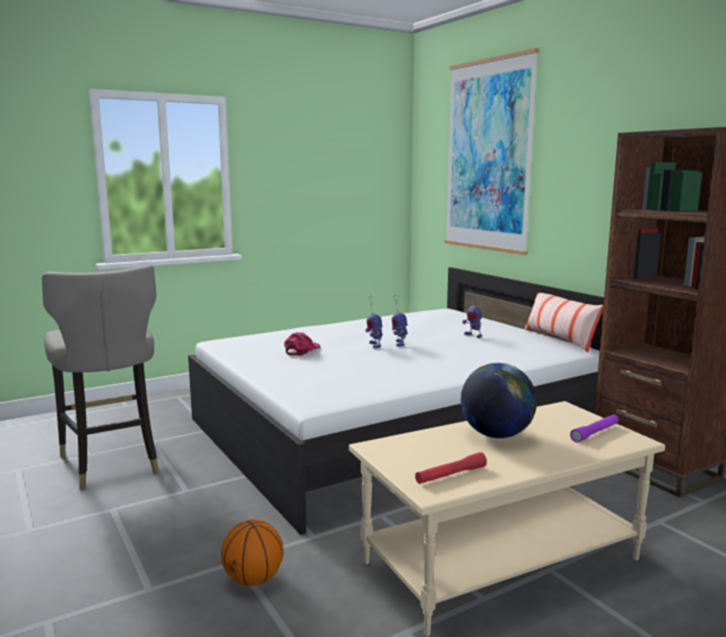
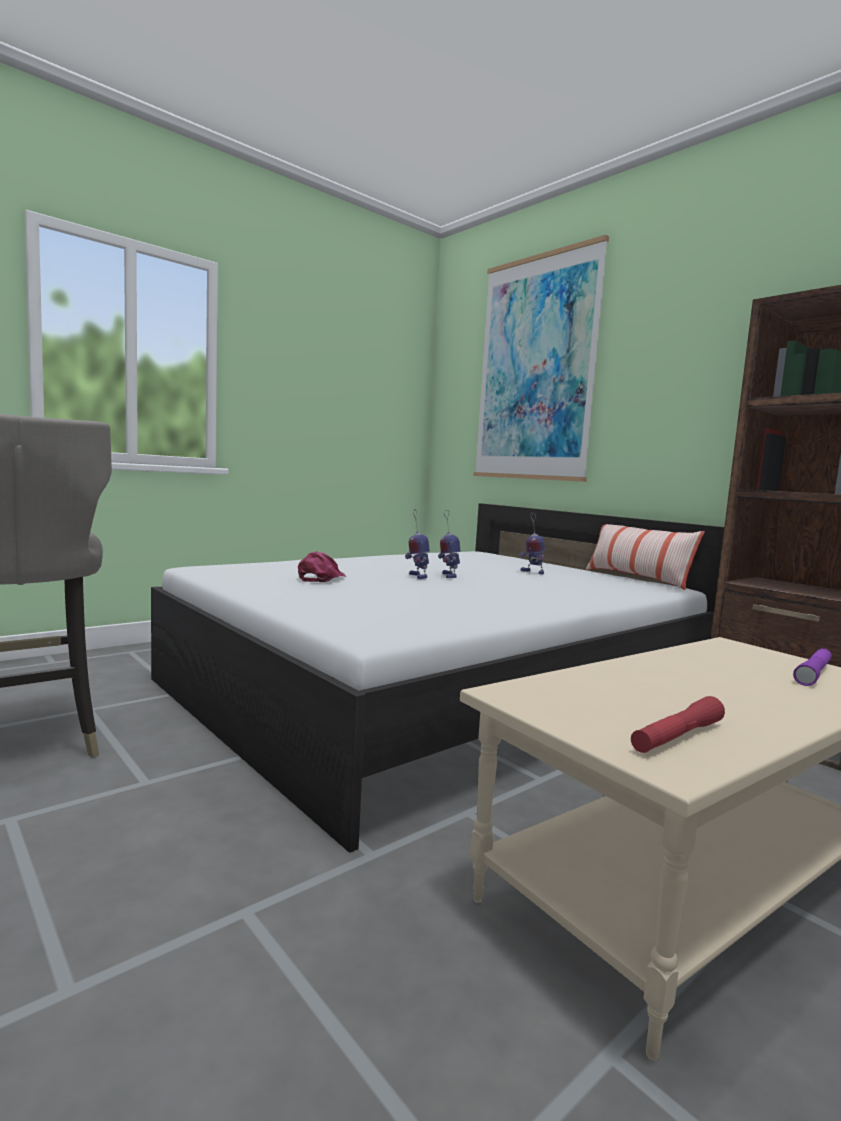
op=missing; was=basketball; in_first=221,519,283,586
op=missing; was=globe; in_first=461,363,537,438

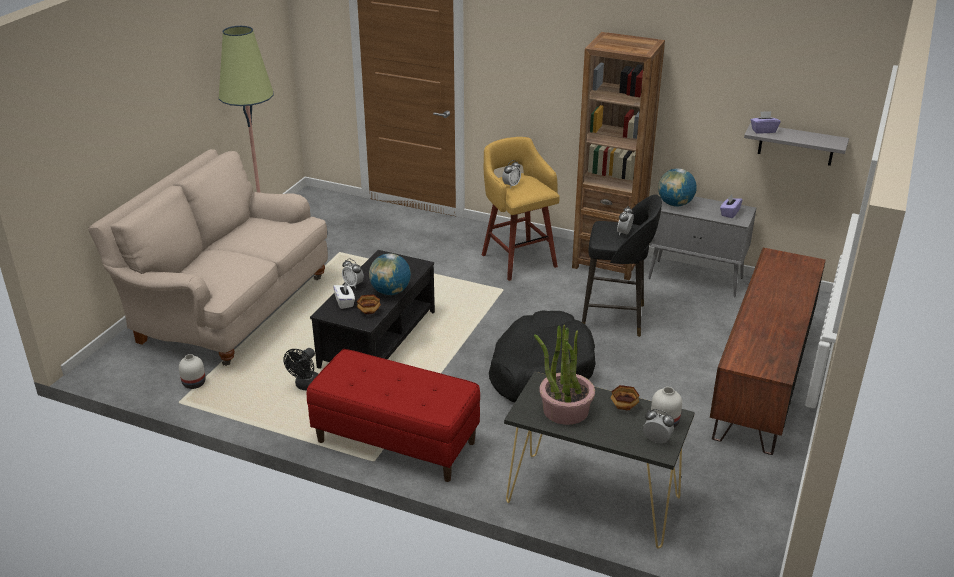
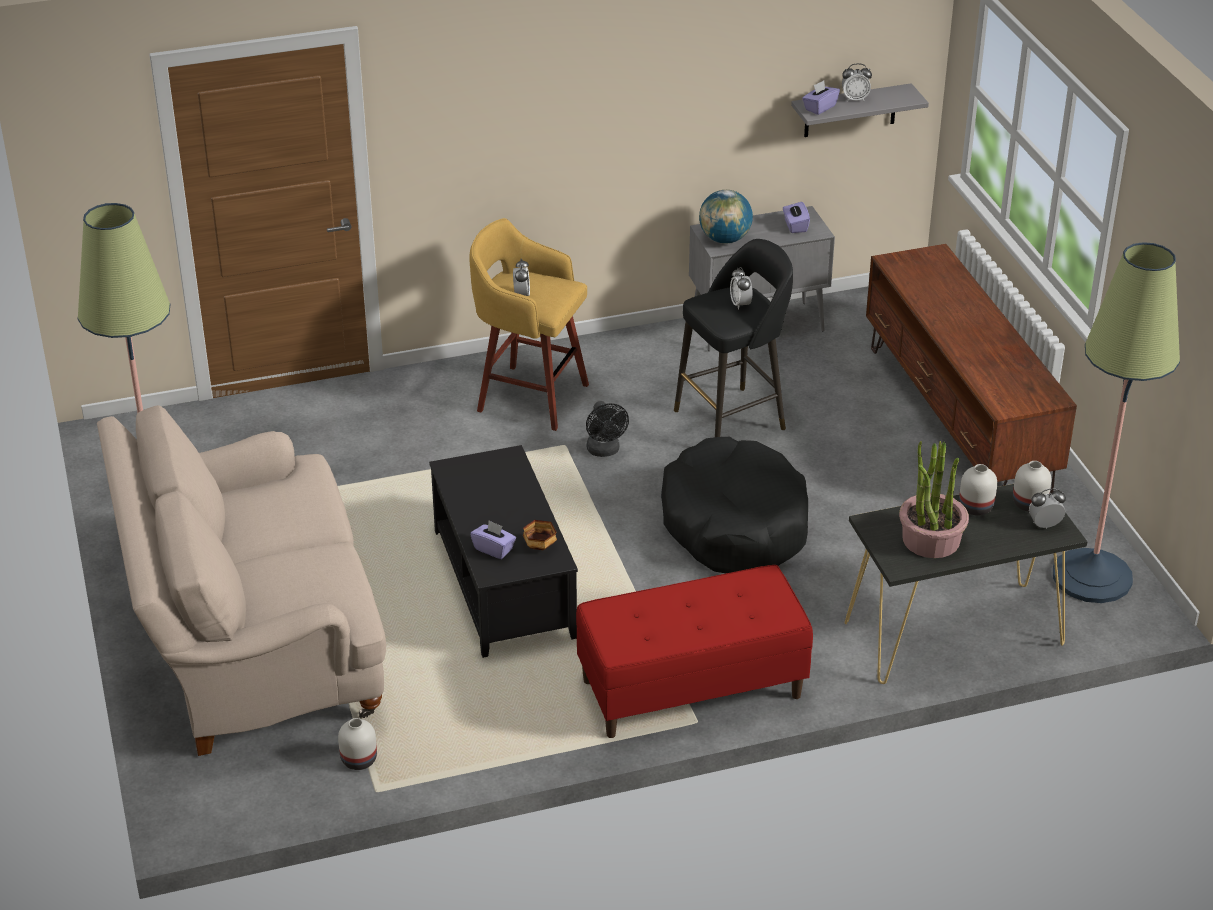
op=colour; was=white tissue holder; now=purple tissue holder; in_first=333,282,355,309; in_second=470,520,516,559
op=relocated; was=blackish cooling fan; in_first=284,348,318,390; in_second=586,401,629,457
op=relocated; was=alarm clock; in_first=342,258,364,289; in_second=842,63,872,102
op=exchanged; was=serving bowl; now=white vase; in_first=610,385,640,410; in_second=959,464,997,516
op=appeared; now=floor lamp; in_second=1053,242,1180,603
op=missing; was=globe; in_first=369,253,411,295
op=missing; was=brownish shelving unit; in_first=572,32,665,280

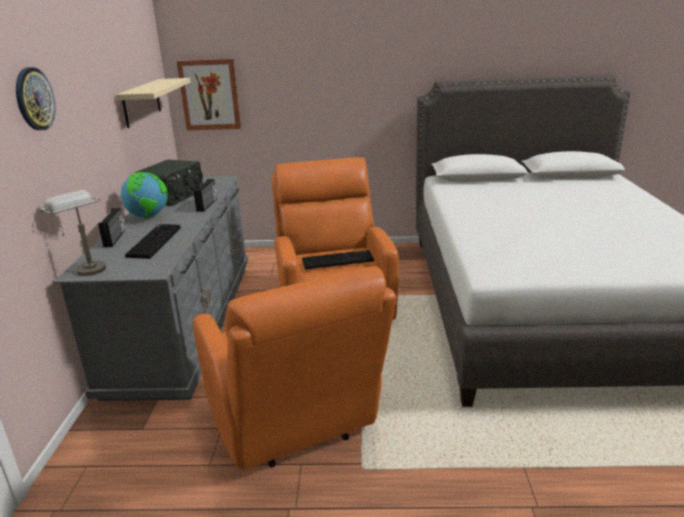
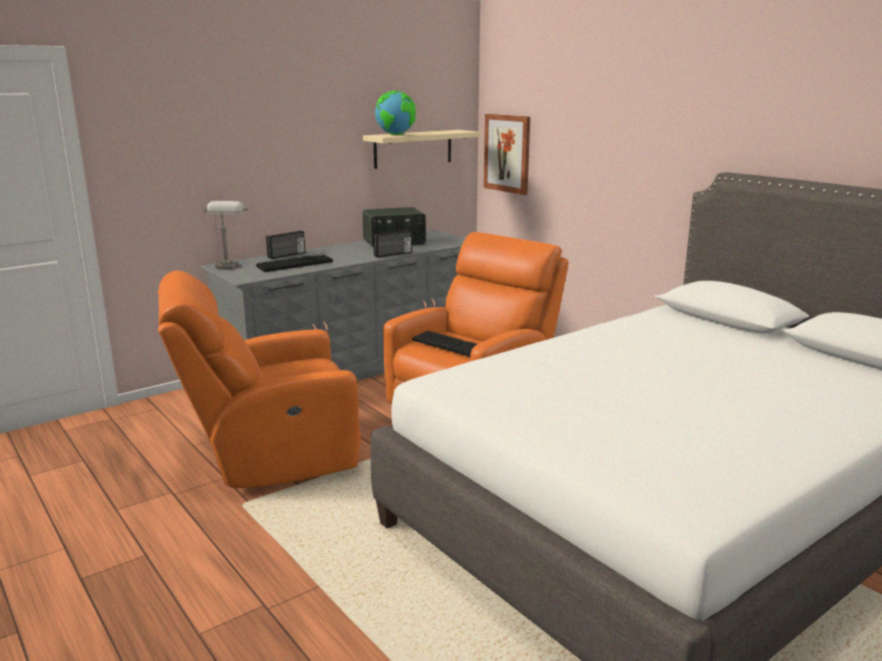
op=spun; was=orangey armchair; in_first=193,266,396,470; in_second=158,270,361,488; clockwise=45
op=relocated; was=globe; in_first=121,172,168,218; in_second=375,91,416,135
op=missing; was=hanging clock; in_first=16,67,56,130

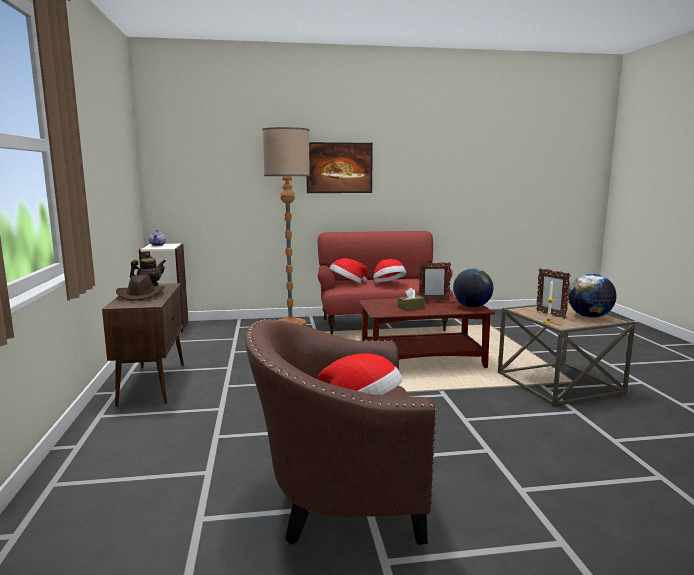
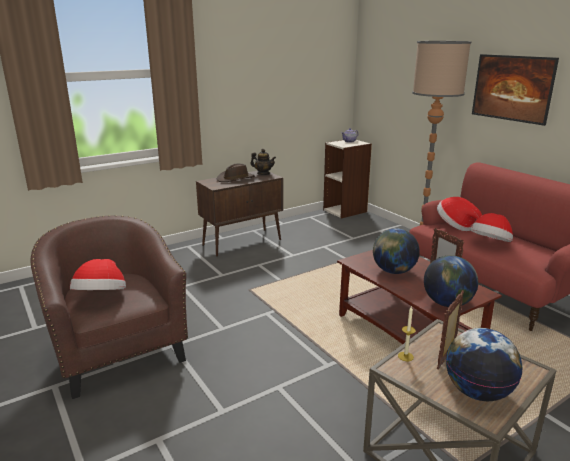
op=exchanged; was=brownish tissue holder; now=globe; in_first=398,288,425,311; in_second=373,228,420,274

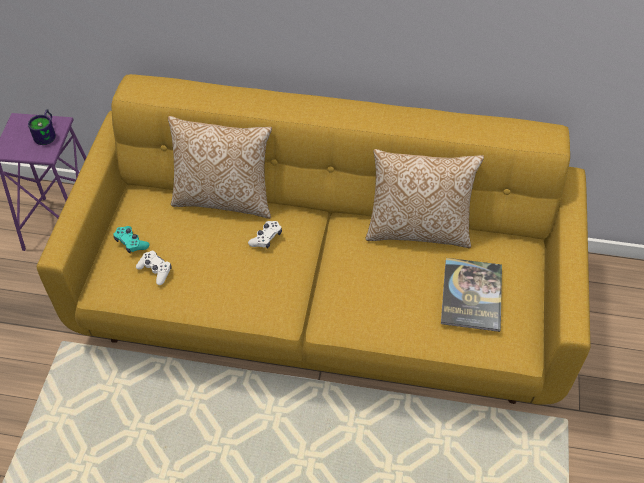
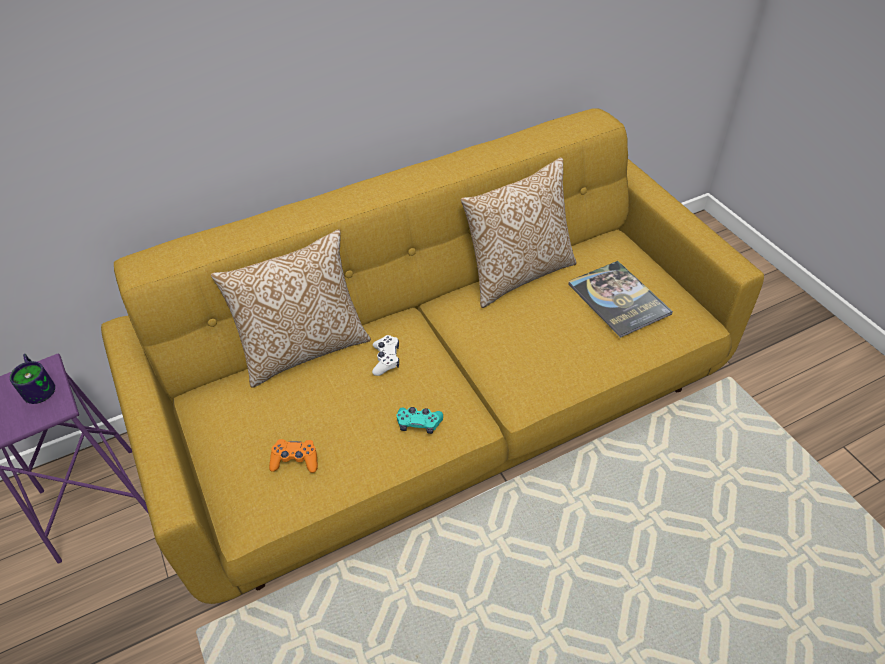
op=colour; was=white game controller; now=orangey game controller; in_first=136,250,171,285; in_second=269,439,318,473
op=relocated; was=turquoise-coloured game controller; in_first=113,226,150,253; in_second=397,407,443,434

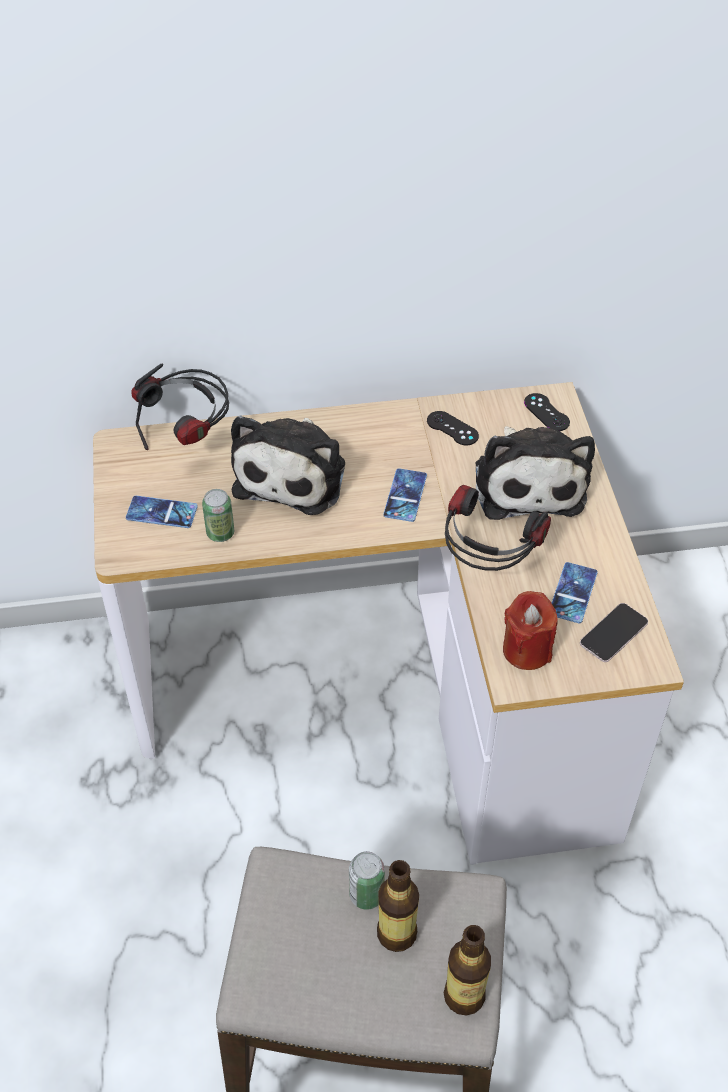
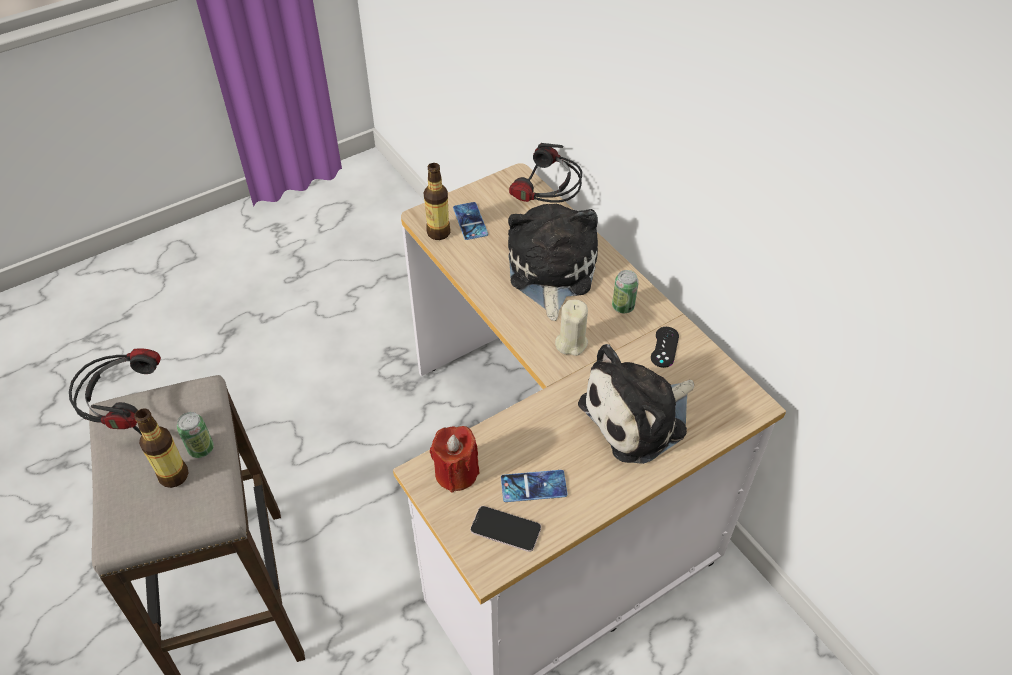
op=relocated; was=headphones; in_first=445,485,551,571; in_second=69,348,161,435
op=relocated; was=drink bottle; in_first=444,925,491,1016; in_second=424,163,450,240
op=spun; was=cuddly toy; in_first=231,415,345,515; in_second=508,204,598,321; clockwise=105
op=exchanged; was=telephone; now=sand-coloured wax candle; in_first=383,468,427,522; in_second=555,300,588,356
op=relocated; was=can; in_first=202,489,234,542; in_second=612,270,639,313
op=missing; was=blackish game controller; in_first=524,393,570,431

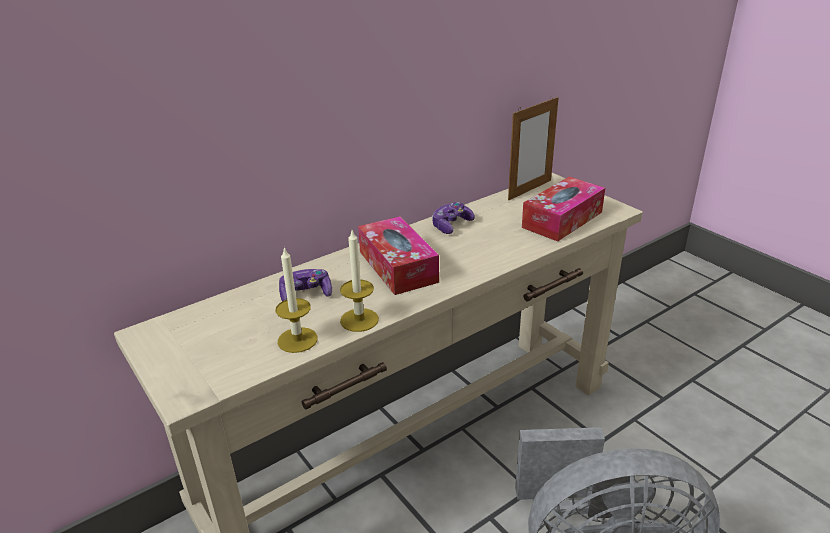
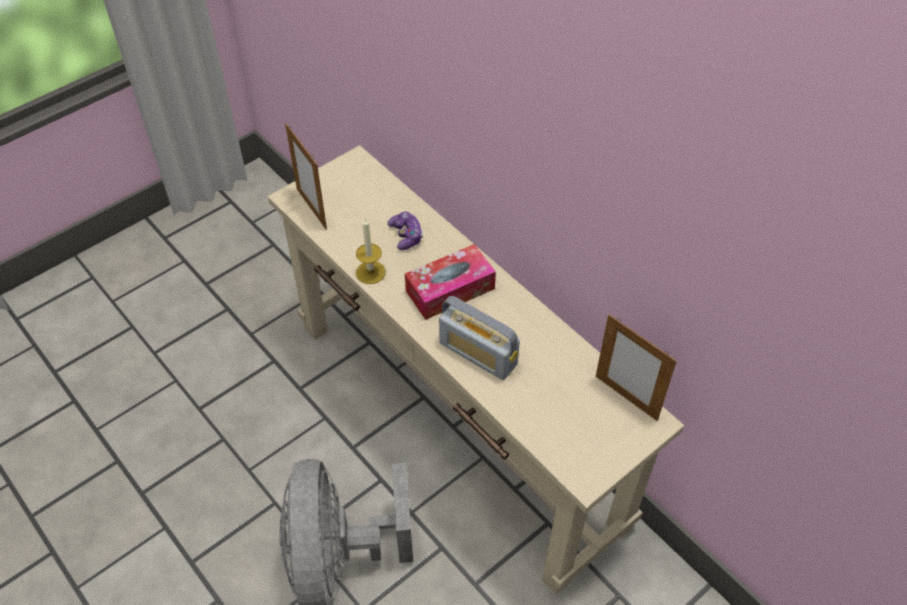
op=appeared; now=standing frame; in_second=285,123,327,230
op=appeared; now=radio; in_second=439,296,520,380
op=missing; was=wax candle; in_first=275,247,318,353
op=missing; was=game controller; in_first=432,202,475,234
op=missing; was=tissue holder; in_first=522,177,605,242

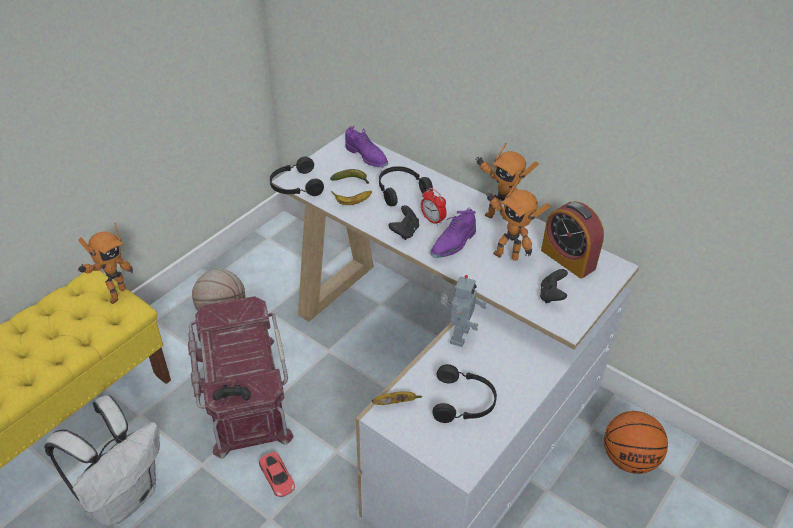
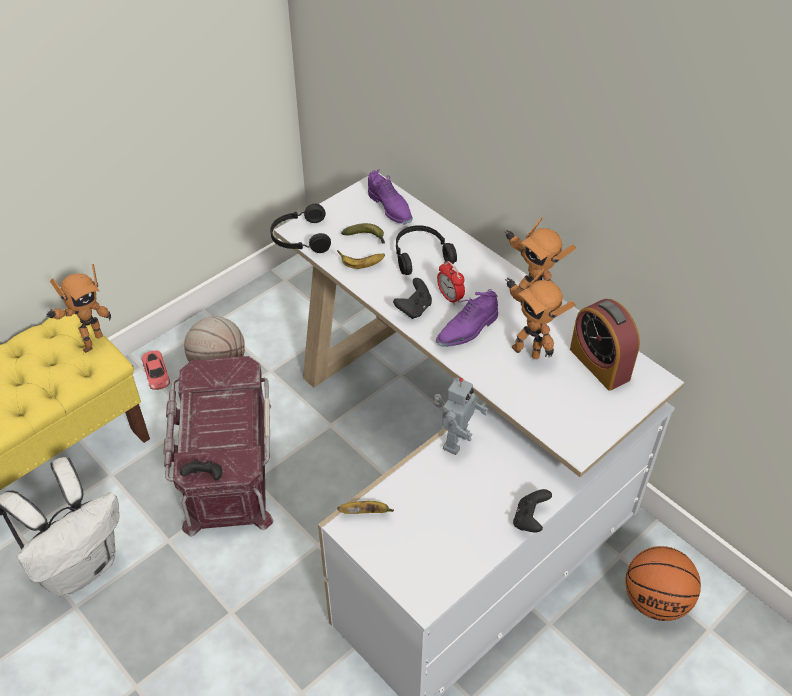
op=relocated; was=red miniature car; in_first=259,452,295,497; in_second=142,350,170,390
op=relocated; was=blackish game controller; in_first=540,269,568,303; in_second=513,489,552,532
op=missing; was=blackish headphones; in_first=432,364,497,423

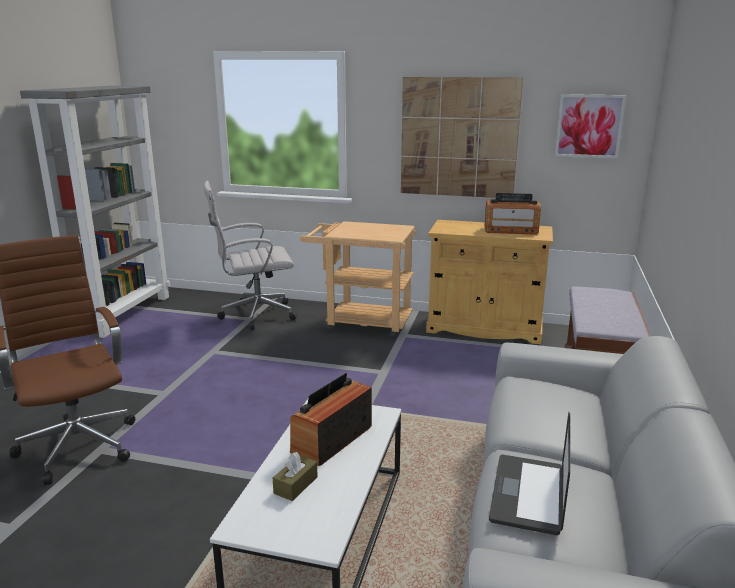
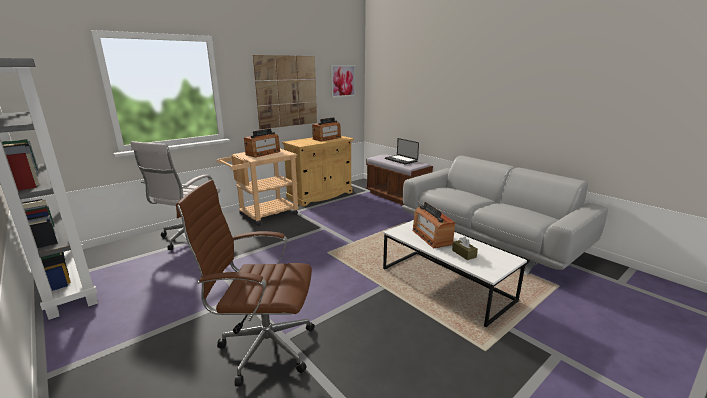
op=appeared; now=radio; in_second=244,129,280,157
op=relocated; was=notebook computer; in_first=489,412,570,535; in_second=385,138,419,164

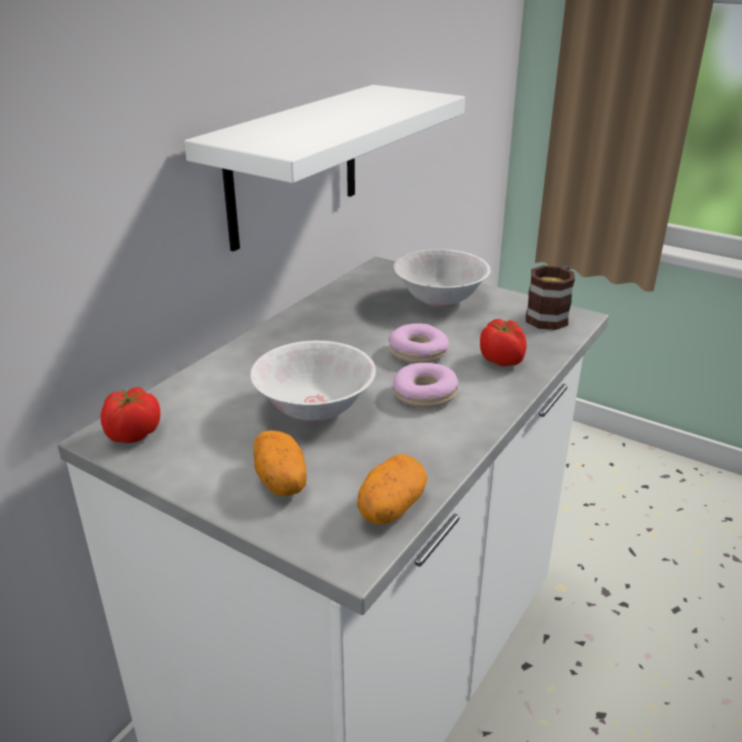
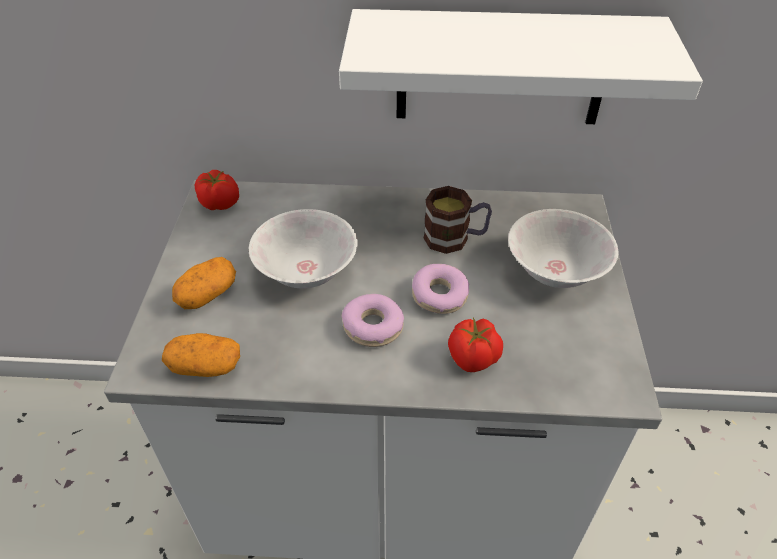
op=relocated; was=coffee mug; in_first=526,265,575,330; in_second=424,186,492,254

